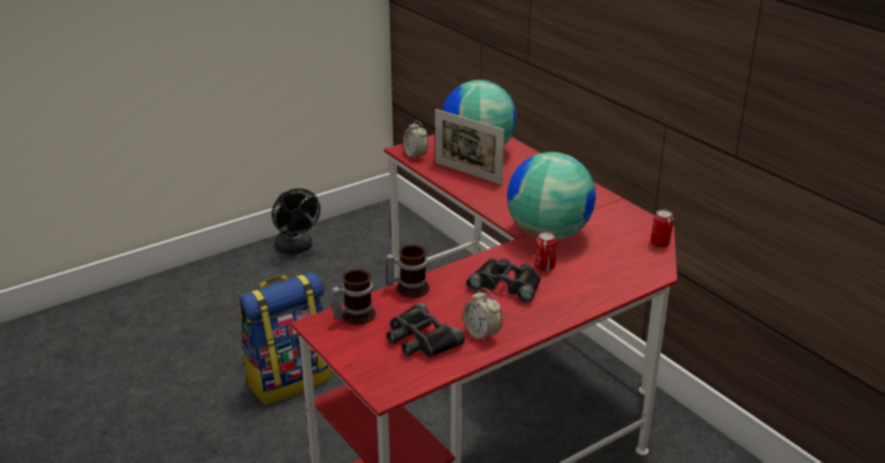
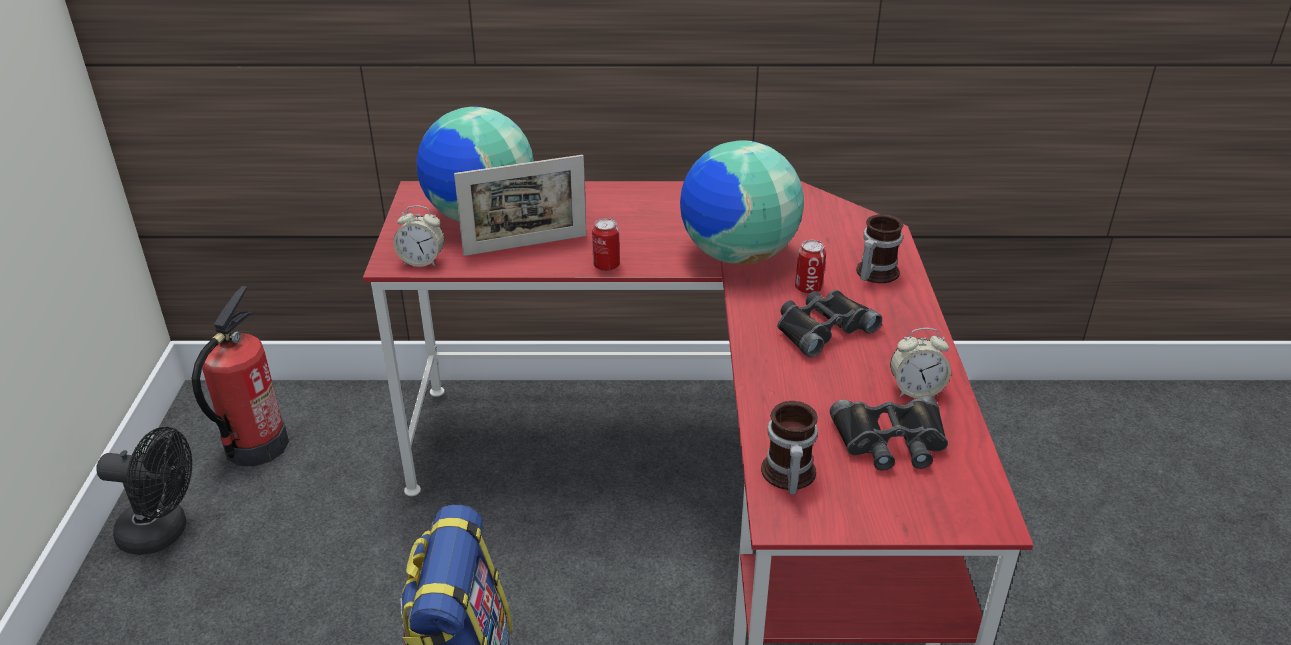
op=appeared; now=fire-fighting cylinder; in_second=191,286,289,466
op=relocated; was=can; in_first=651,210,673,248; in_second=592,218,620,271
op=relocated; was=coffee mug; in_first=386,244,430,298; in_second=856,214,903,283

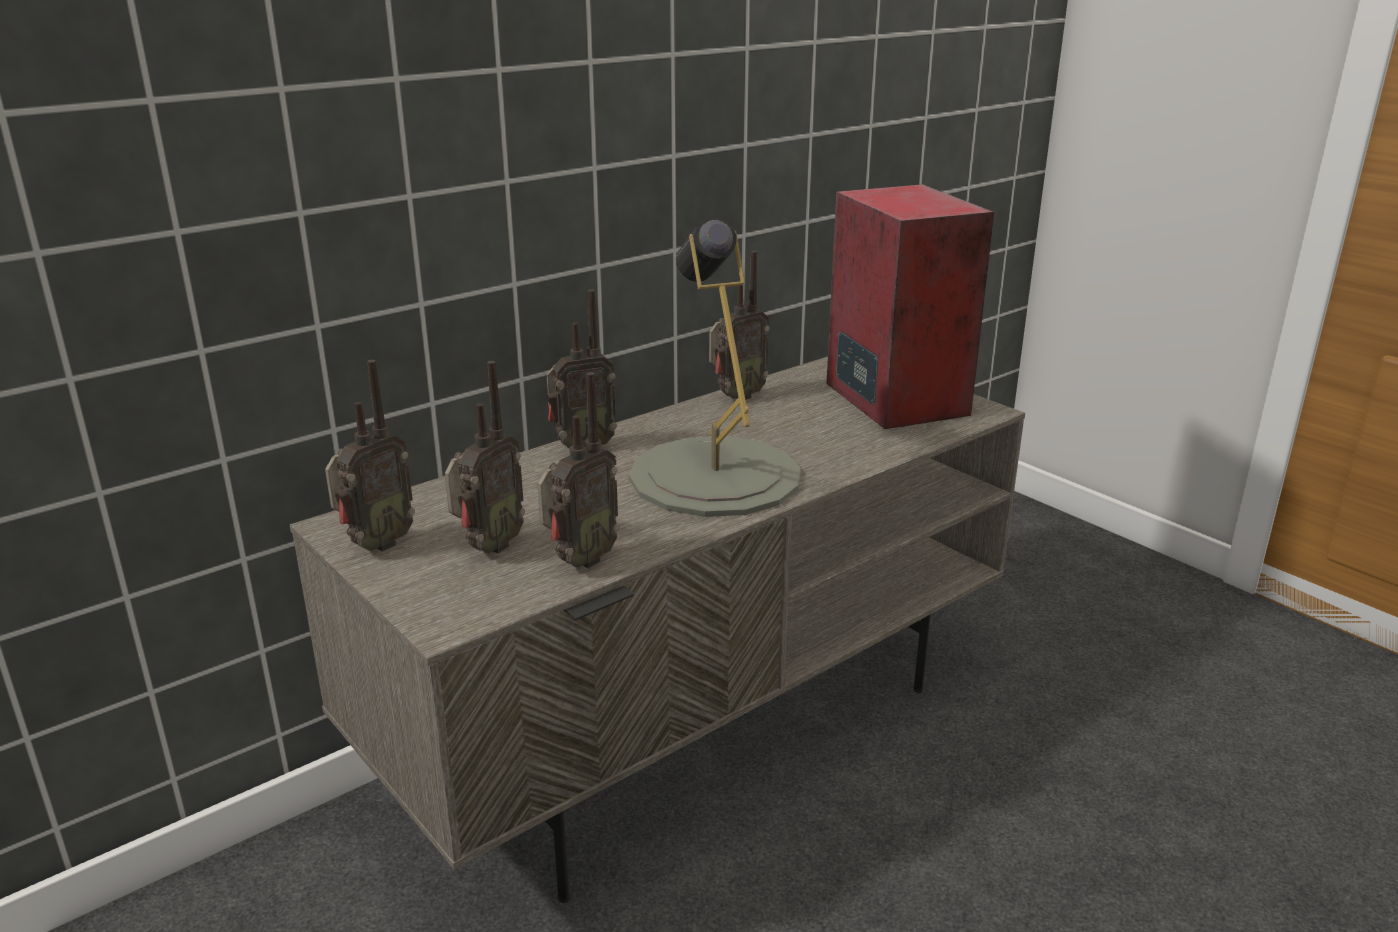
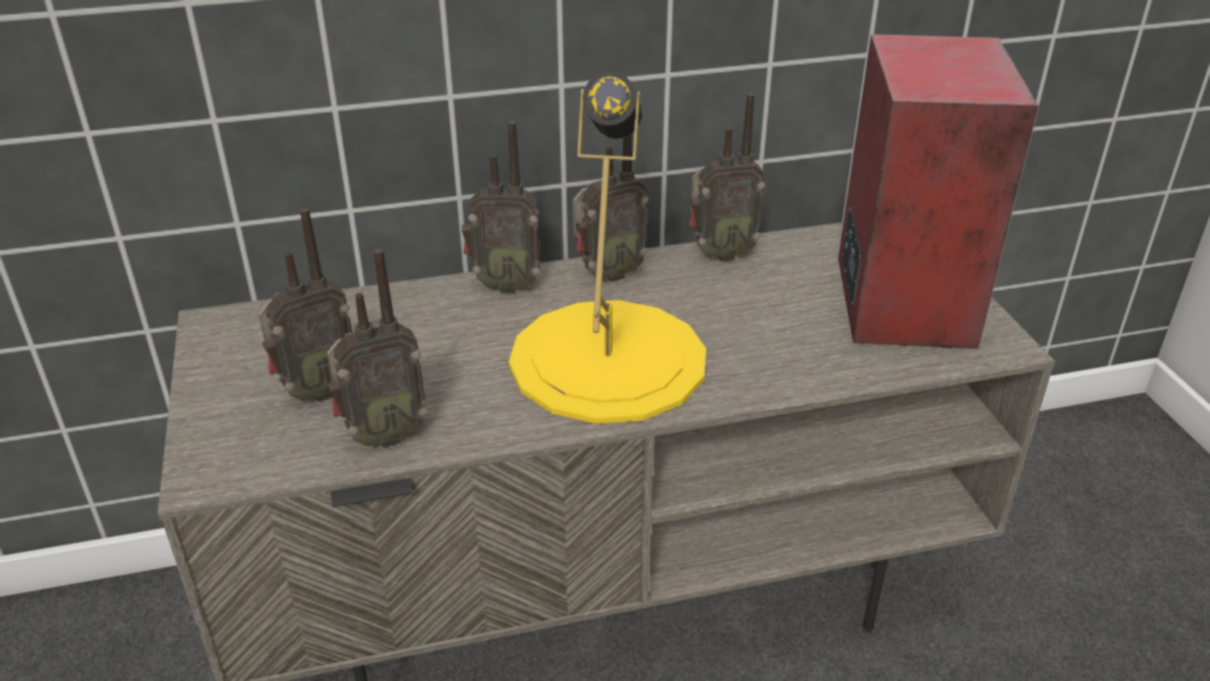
op=colour; was=greyish table lamp; now=yellow table lamp; in_first=629,216,801,517; in_second=509,71,706,424
op=relocated; was=radio; in_first=325,360,415,551; in_second=573,134,649,282

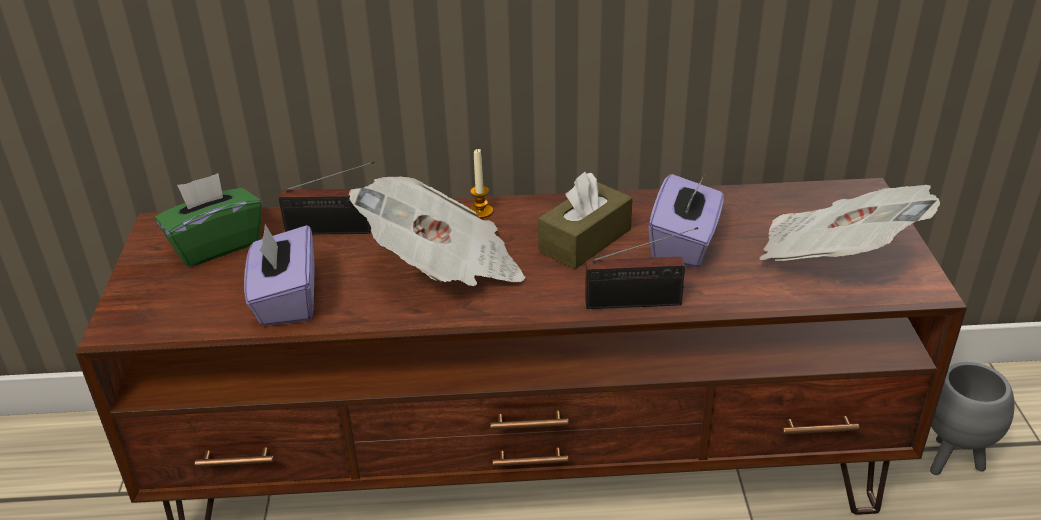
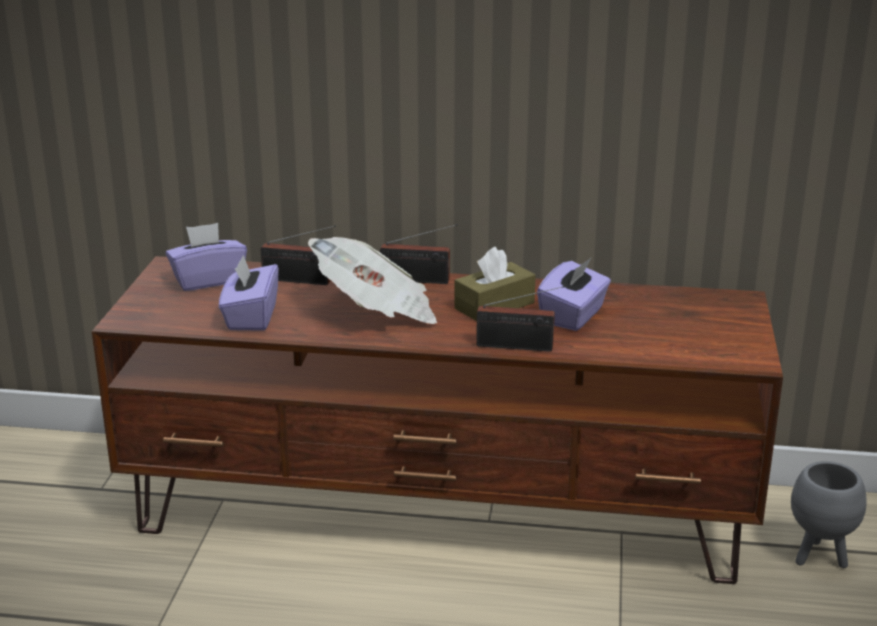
op=colour; was=green tissue holder; now=purple tissue holder; in_first=155,173,262,267; in_second=166,223,247,291
op=exchanged; was=wax candle; now=radio; in_first=469,149,493,219; in_second=380,224,458,284
op=missing; was=daily paper; in_first=759,185,940,261

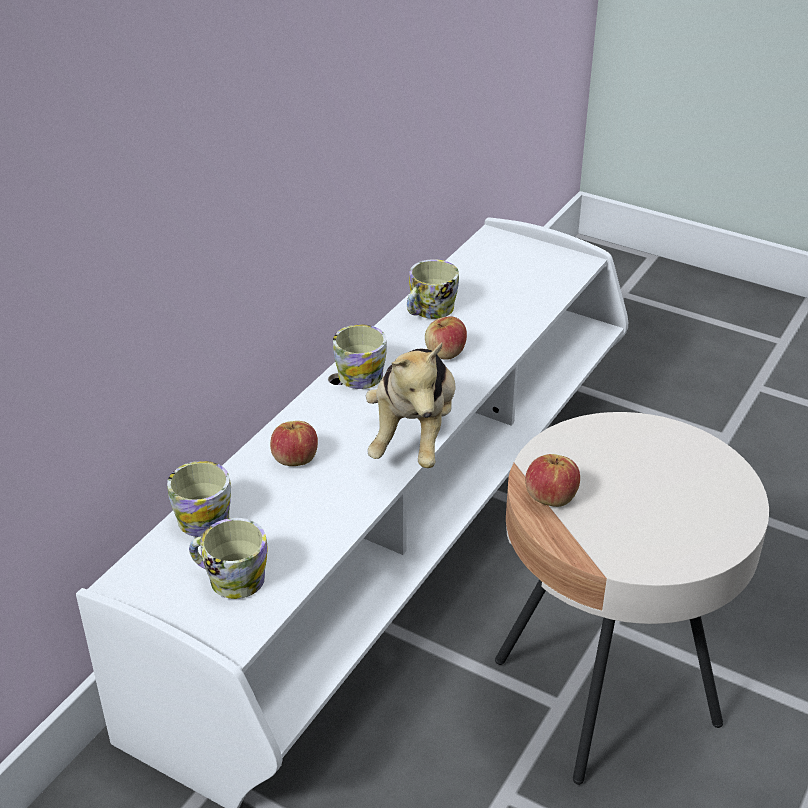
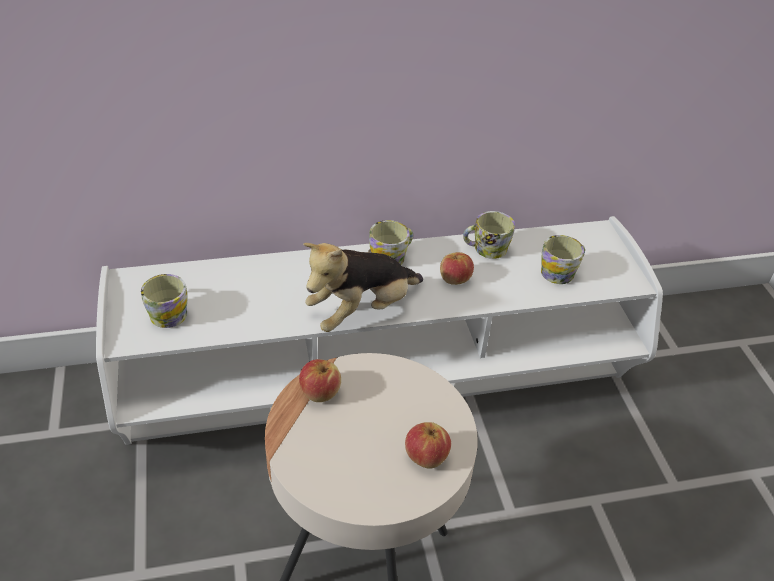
op=relocated; was=whole apple; in_first=270,421,318,466; in_second=405,422,451,469
op=relocated; was=coffee mug; in_first=167,461,231,537; in_second=541,235,585,284

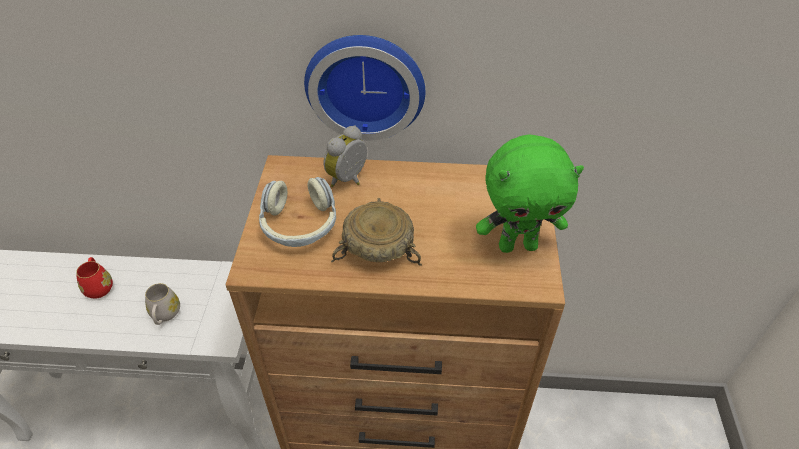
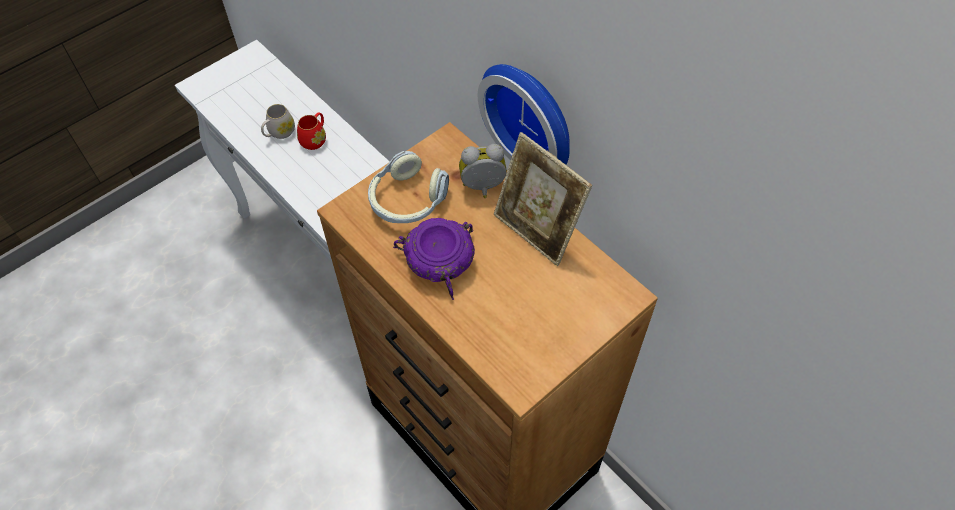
op=relocated; was=white coffee mug; in_first=145,283,180,325; in_second=261,104,295,139
op=colour; was=sand-coloured serving bowl; now=purple serving bowl; in_first=331,198,422,266; in_second=393,218,475,300
op=appeared; now=standing frame; in_second=494,132,592,266
op=missing; was=green cuddly toy; in_first=476,134,584,253

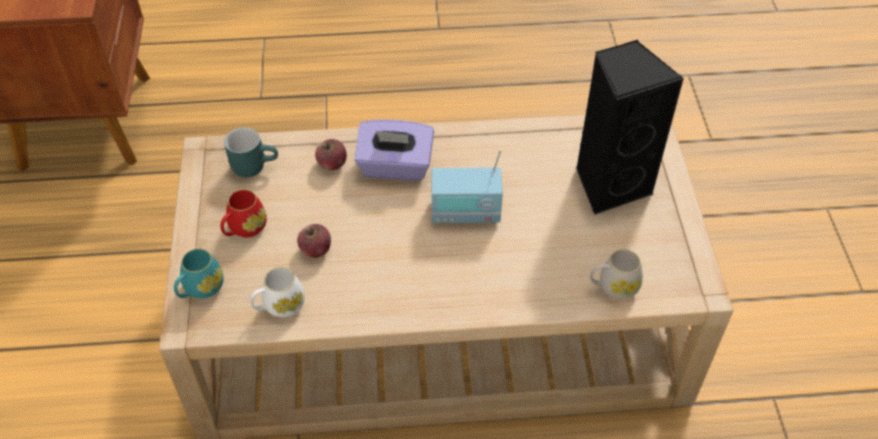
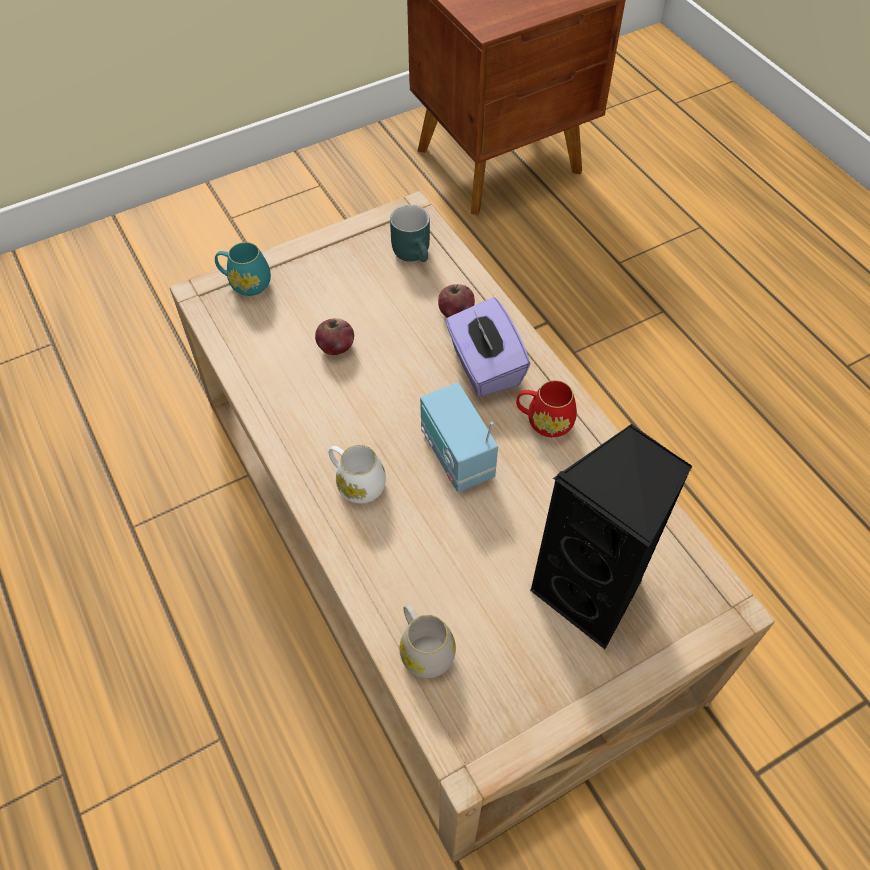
op=relocated; was=white coffee mug; in_first=250,267,305,317; in_second=329,445,386,503
op=relocated; was=red coffee mug; in_first=220,189,267,237; in_second=516,380,577,437

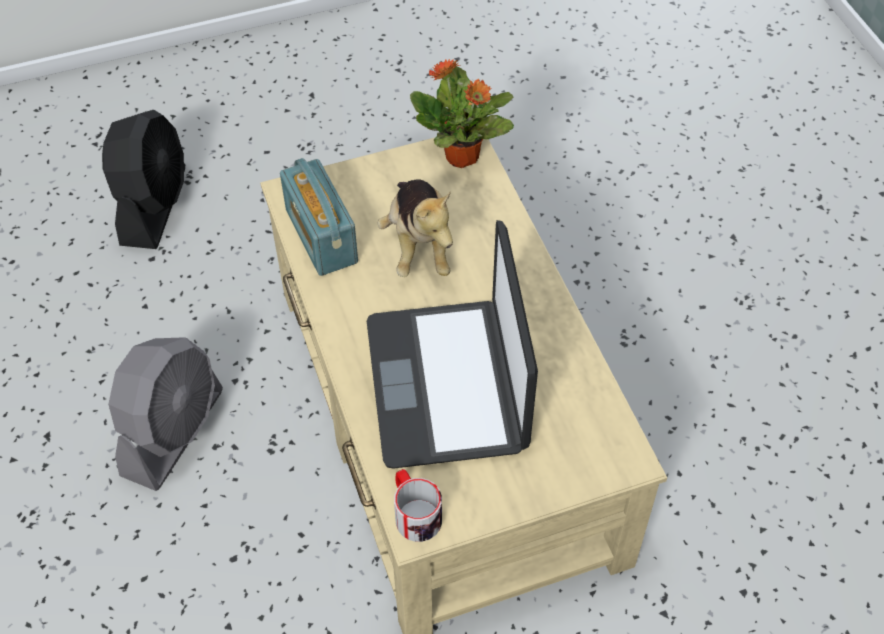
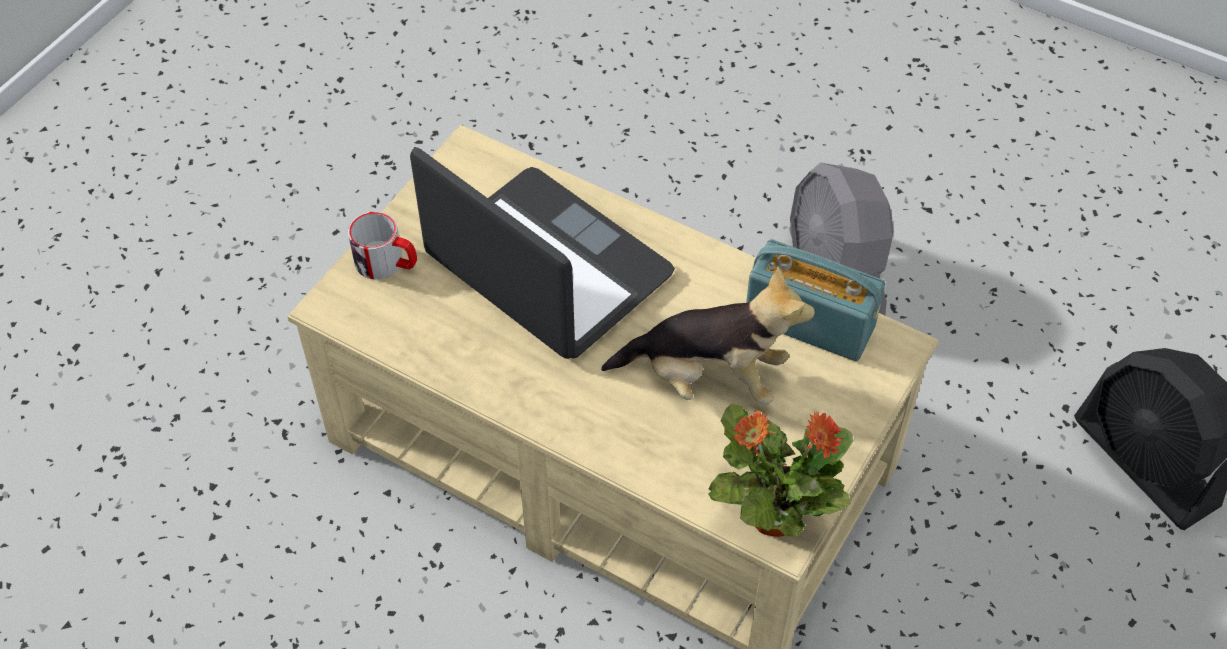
op=relocated; was=coffee mug; in_first=394,469,442,542; in_second=348,212,417,280
op=spun; was=cuddly toy; in_first=377,179,453,277; in_second=601,267,815,404; clockwise=150

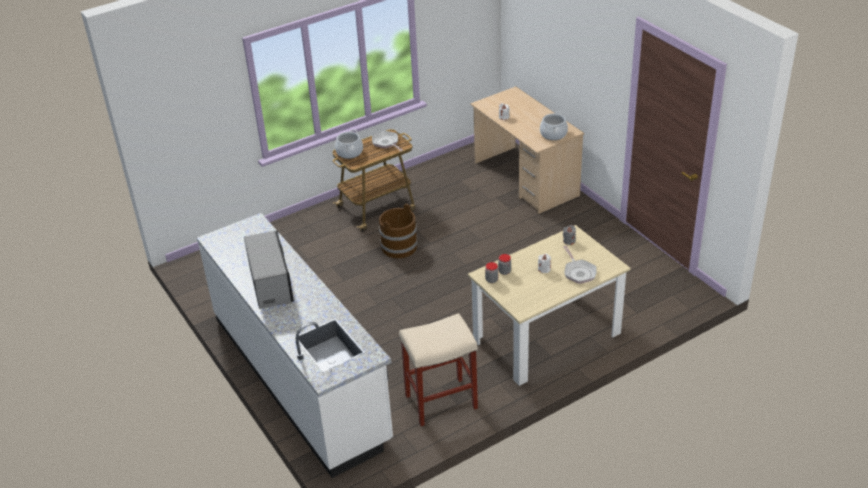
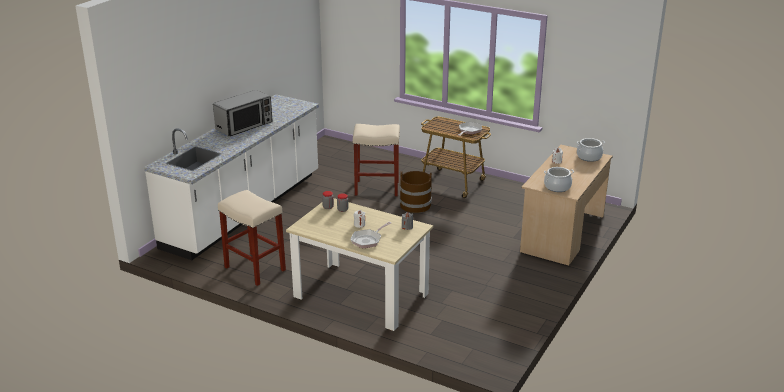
op=appeared; now=sand-coloured sitting stool; in_second=353,124,400,196
op=relocated; was=stockpot; in_first=335,129,363,159; in_second=577,138,605,162

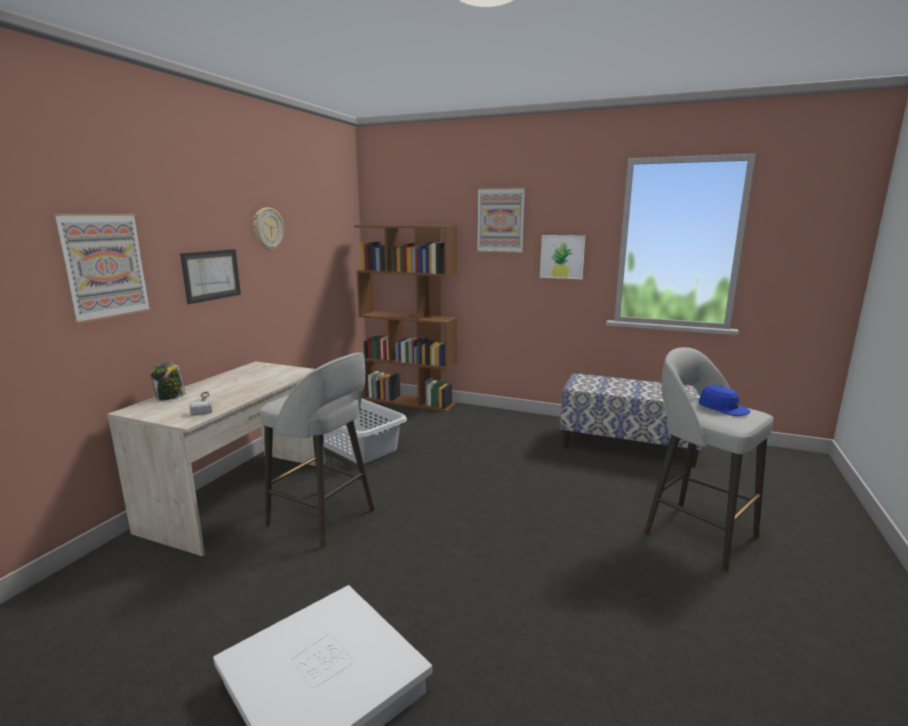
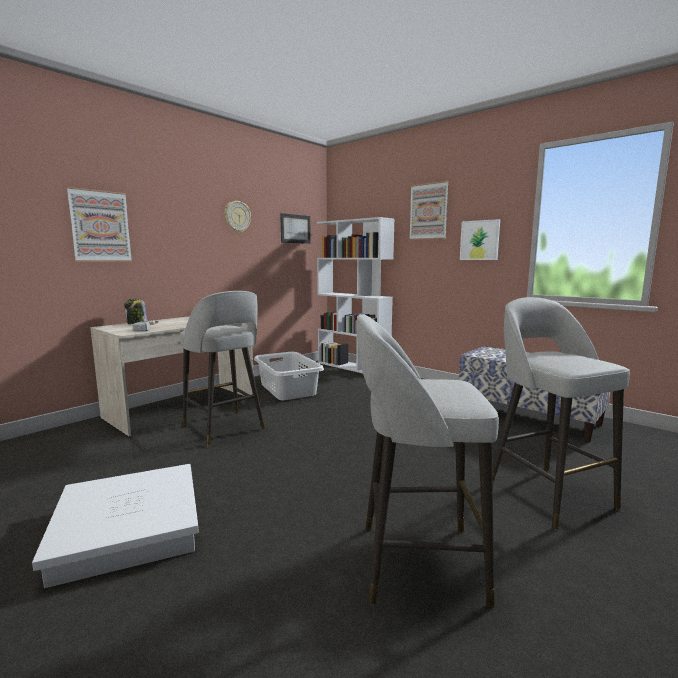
op=relocated; was=wall art; in_first=180,249,241,304; in_second=280,213,311,244
op=colour; was=brownish shelving unit; now=white shelving unit; in_first=354,225,457,412; in_second=317,217,395,373
op=appeared; now=greyish sitting stool; in_second=356,314,499,608
op=missing; was=blue-coloured baseball cap; in_first=699,385,750,416

